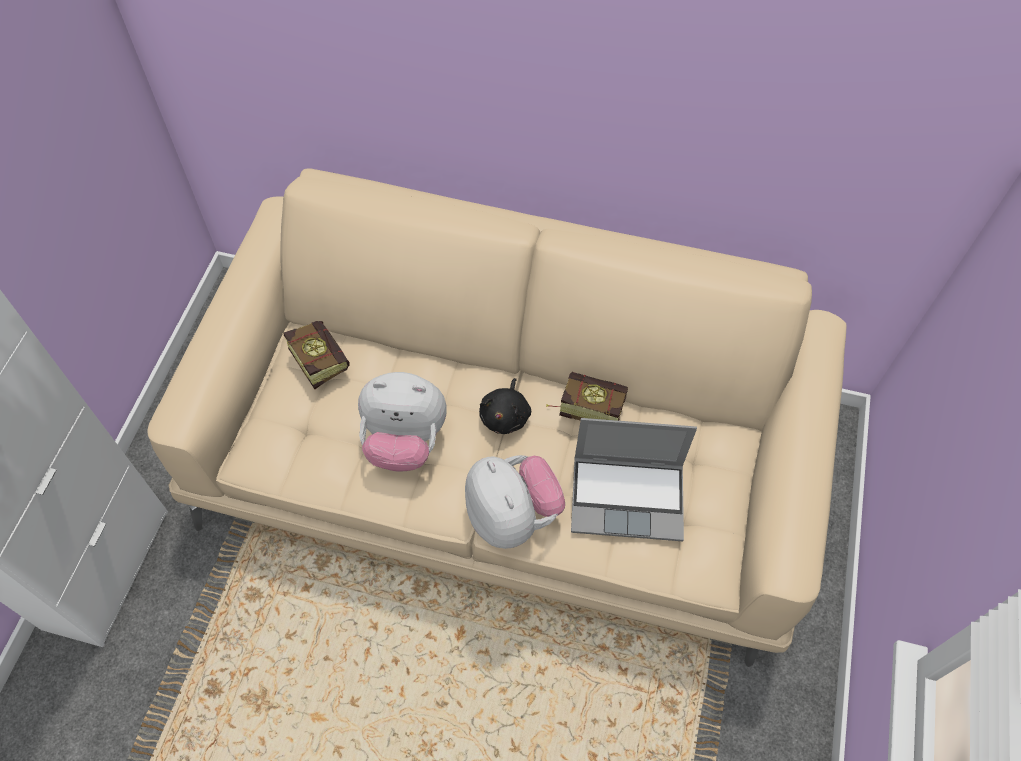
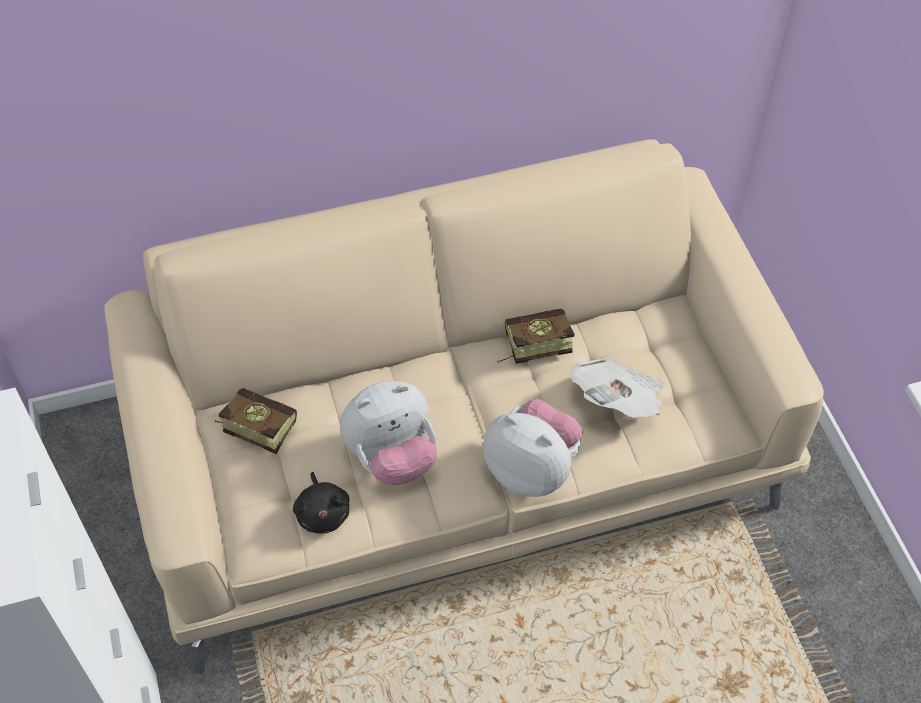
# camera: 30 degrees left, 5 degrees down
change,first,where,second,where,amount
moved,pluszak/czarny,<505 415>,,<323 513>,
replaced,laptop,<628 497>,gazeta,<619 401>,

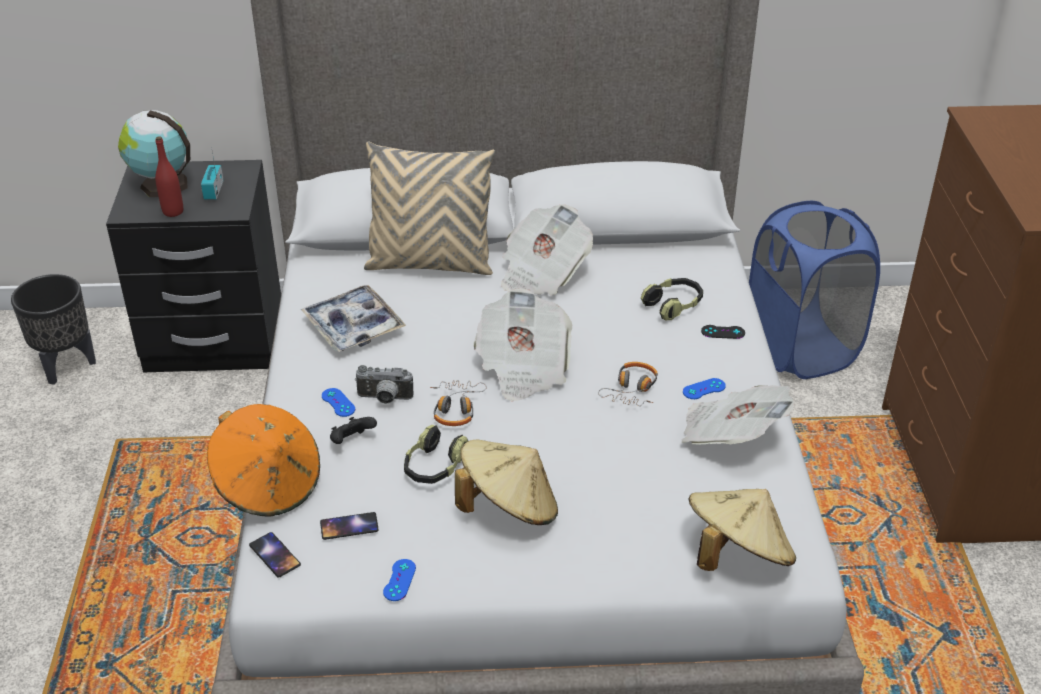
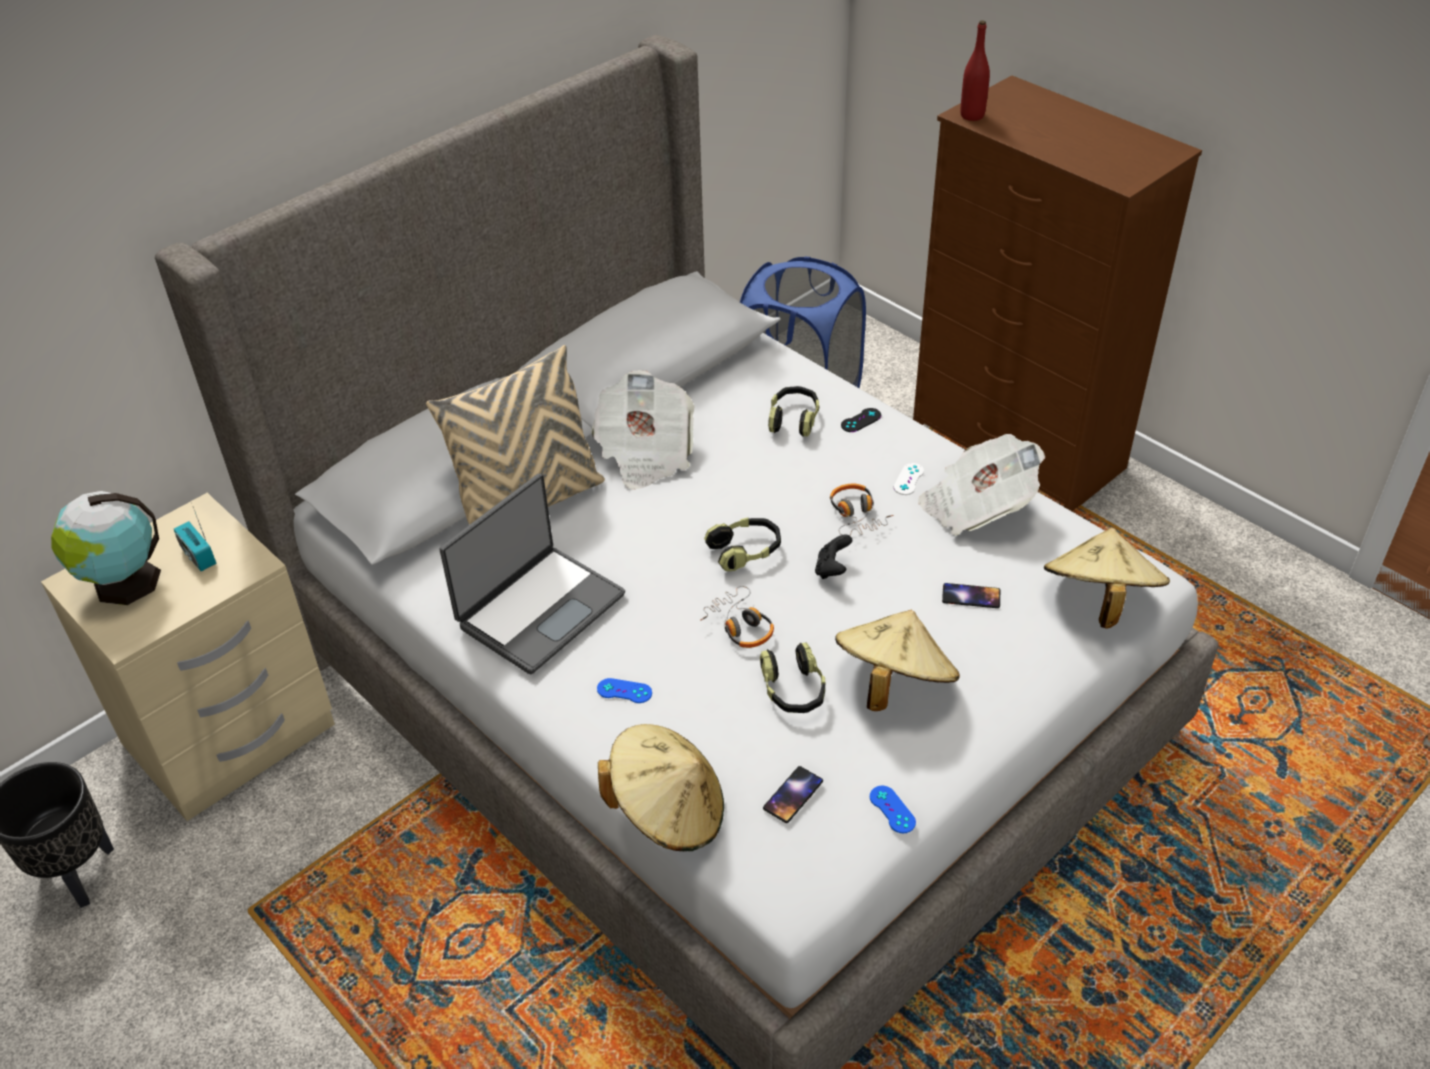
# camera: 40 degrees left, 5 degrees up
change,first,where,second,where,amount
recoloured,szafka nocna/czarny,<214 341>,szafka nocna/beżowy,<231 737>,
moved,butelka/czerwony,<173 211>,,<972 115>,
recoloured,kapelusz/pomarańczowy,<268 485>,kapelusz/beżowy,<668 812>,
moved,telefon,<275 555>,,<971 596>,
replaced,taca,<353 326>,laptop,<539 609>,
moved,pad do gier/czarny,<352 441>,,<832 569>,
removed,aparat fotograficzny,<384 399>,,,
replaced,gazeta,<523 367>,słuchawki,<745 551>,
recoloured,pad do gier/niebieski,<704 389>,pad do gier/biały,<908 479>,

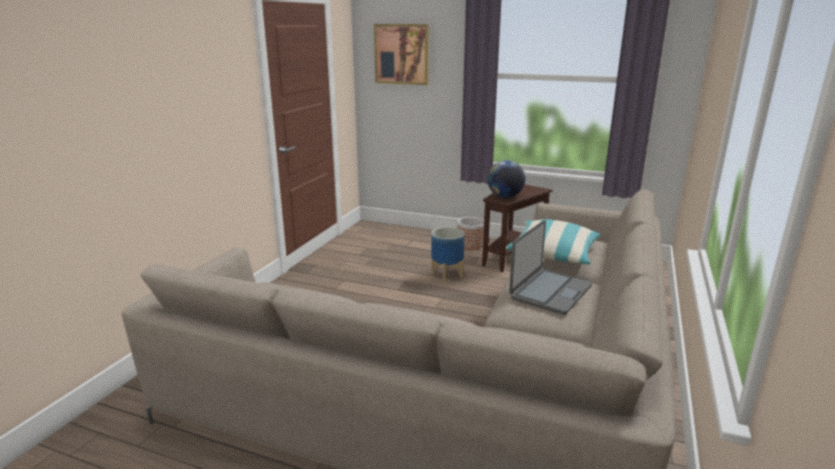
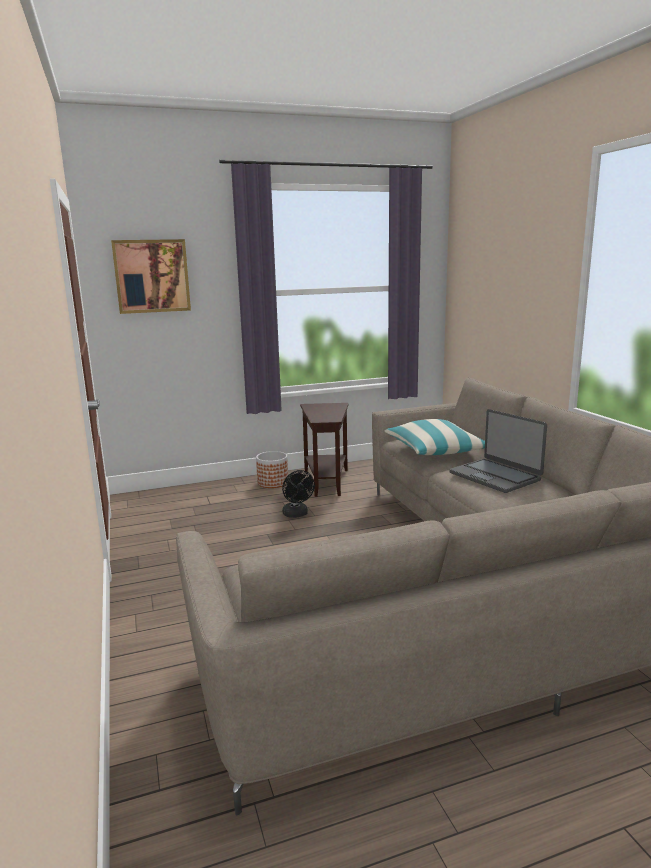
# camera: 40 degrees left, 5 degrees down
change,first,where,second,where,amount
replaced,donica,<447 274>,wentylator/czarny,<297 514>,
removed,globus,<505 197>,,,
turned,laptop,<550 292>,,<495 476>,150 degrees clockwise

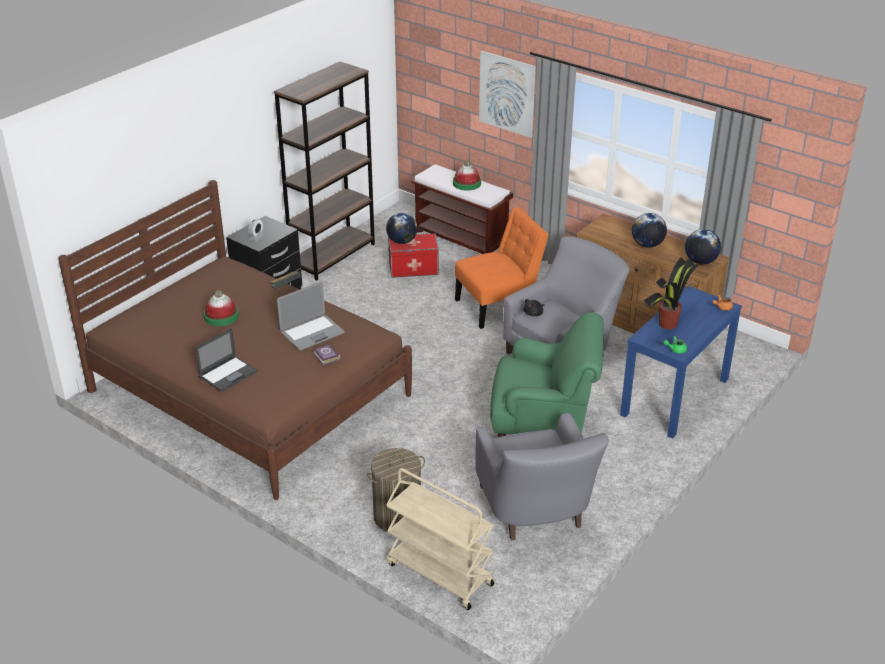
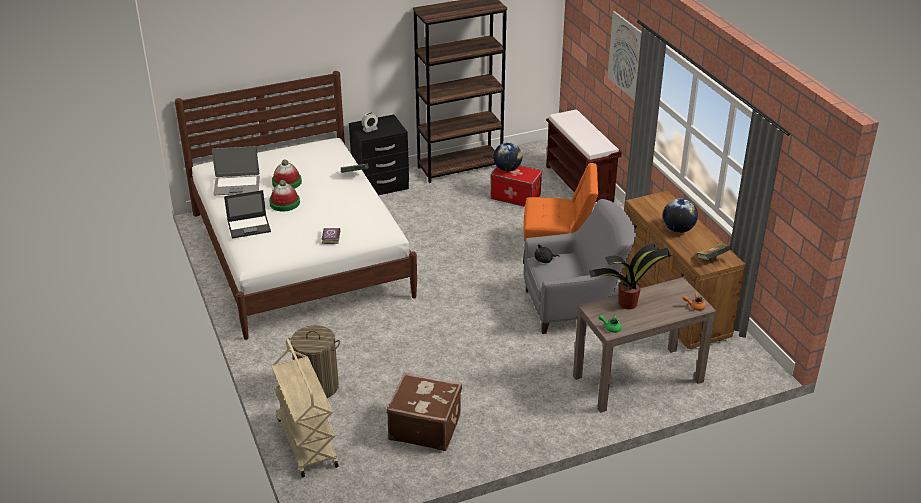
# camera: 30 degrees right, 0 degrees up
change,first,where,second,where,amount
recoloured,łóżko/brązowy,<250 393>,łóżko/biały,<300 254>,
moved,laptop,<312 333>,,<237 186>,
moved,kapelusz,<466 183>,,<284 203>,
replaced,fotel/szary,<536 513>,walizka/brązowy,<425 427>,
removed,fotel/zielony,<543 427>,,,
recoloured,stolik konsolowy/niebieski,<675 397>,stolik konsolowy/brązowy,<637 379>,
replaced,globus,<700 261>,książka,<712 259>,

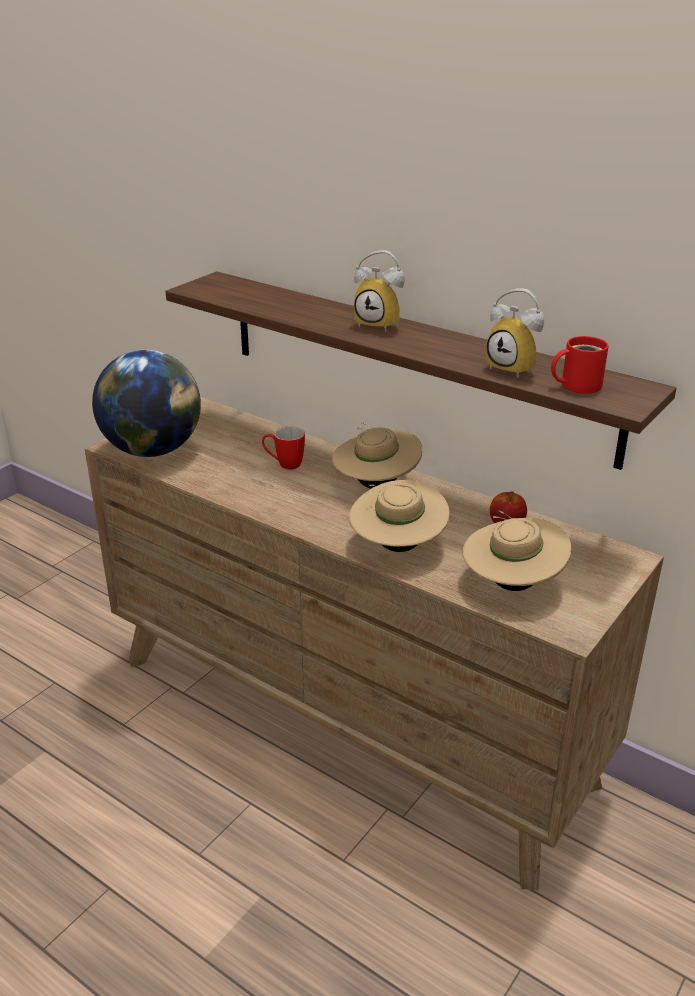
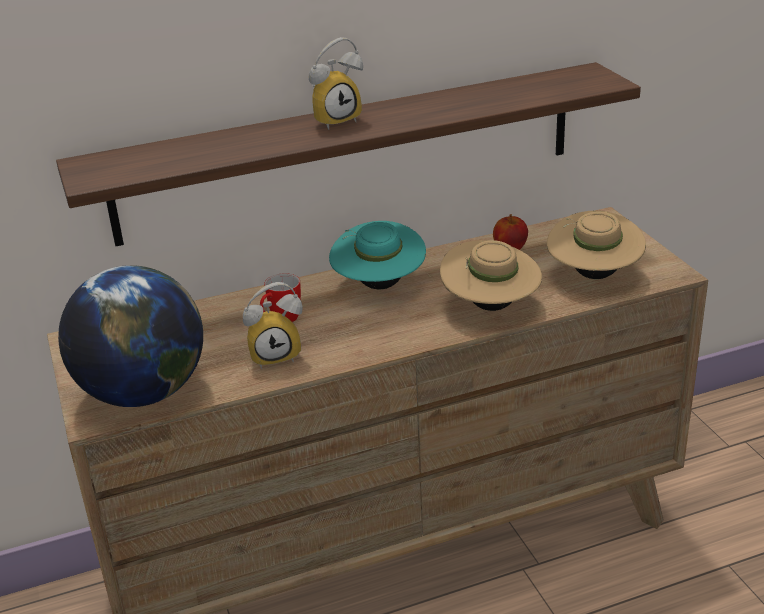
# camera: 55 degrees left, 0 degrees up
change,first,where,second,where,amount
recoloured,kapelusz/beżowy,<376 485>,kapelusz/turkusowy,<379 285>,
moved,budzik,<516 368>,,<276 355>,
removed,kubek/czerwony,<577 385>,,,

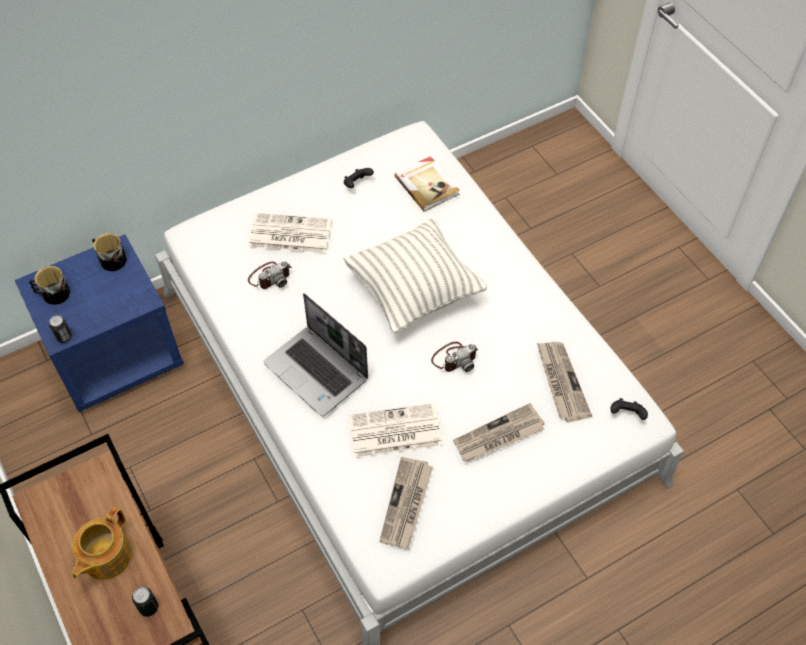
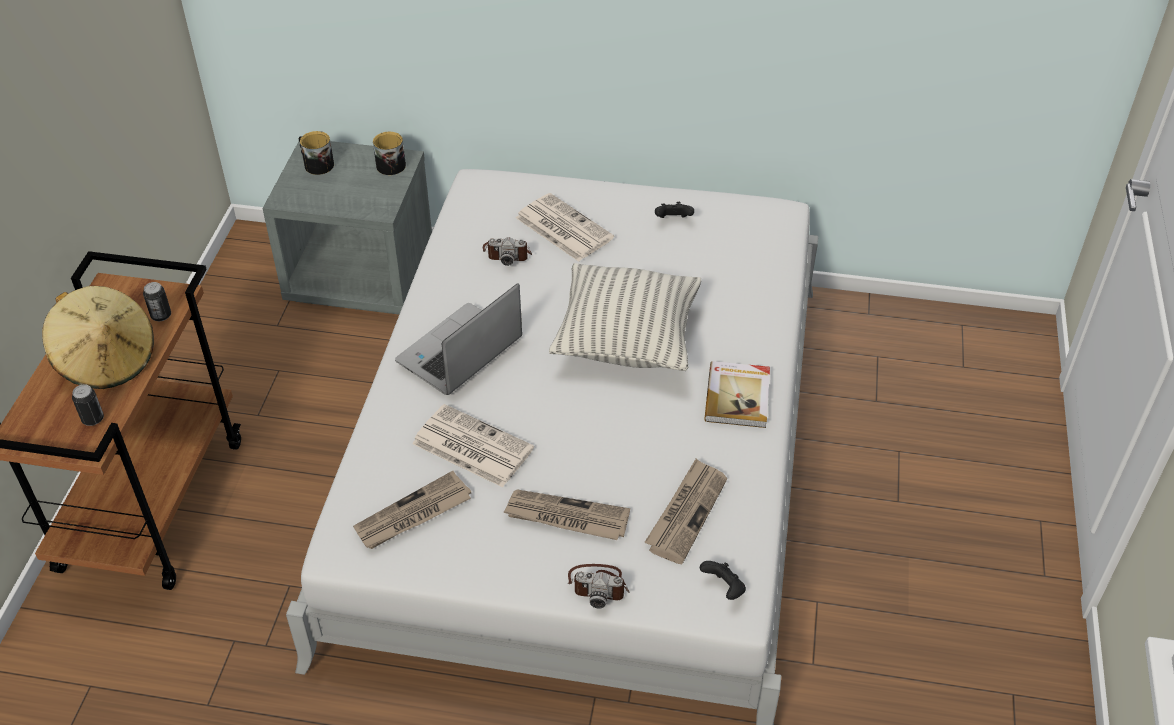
# camera: 40 degrees right, 10 degrees down
change,first,where,second,where,amount
recoloured,szafka nocna/niebieski,<116 355>,szafka nocna/szary,<361 276>,
moved,puszka,<64 337>,,<161 315>,
replaced,imbryk,<105 557>,kapelusz/beżowy,<107 360>,
turned,laptop,<318 372>,,<459 353>,45 degrees clockwise
moved,książka,<427 185>,,<738 396>,
moved,aparat fotograficzny,<454 358>,,<598 585>,

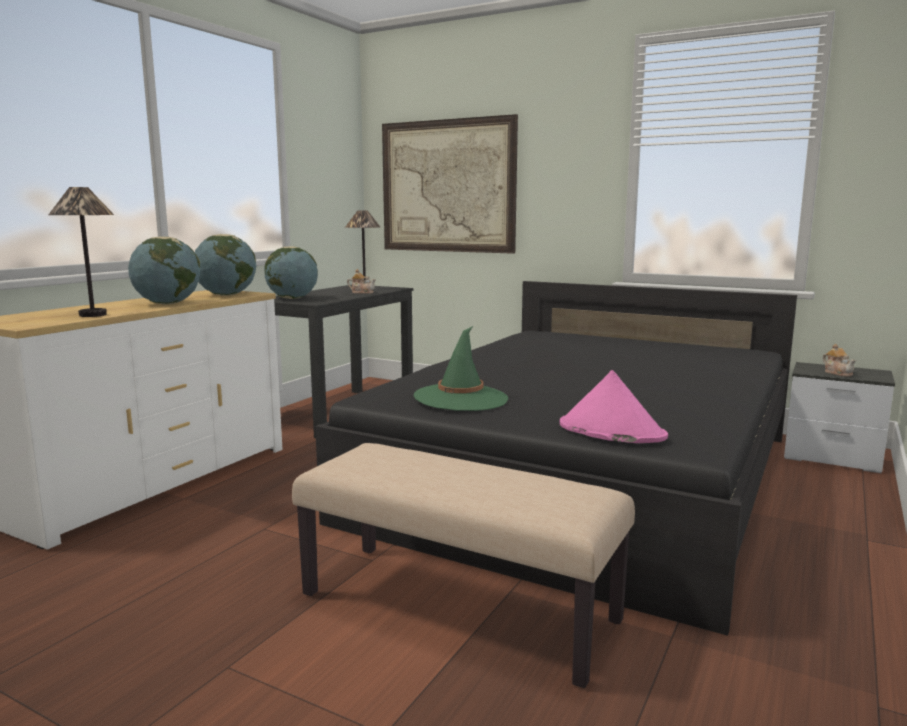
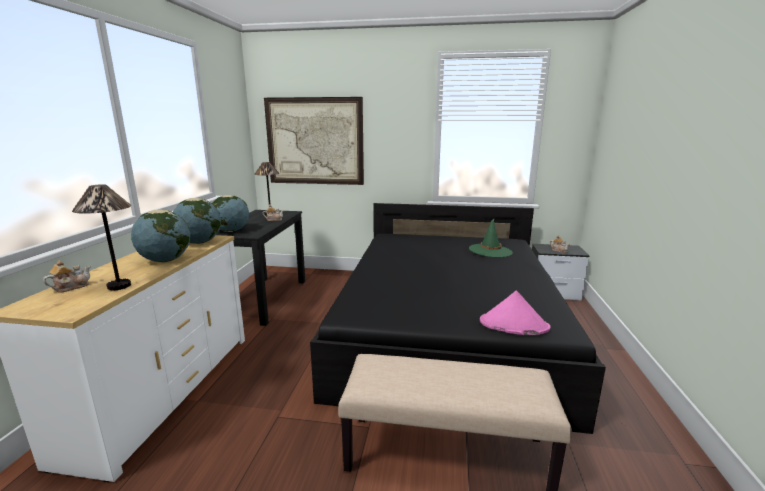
# camera: 20 degrees left, 5 degrees up
change,first,where,second,where,amount
moved,kapelusz/zielony,<461 398>,,<490 251>,
added,,,imbryk,<71 287>,

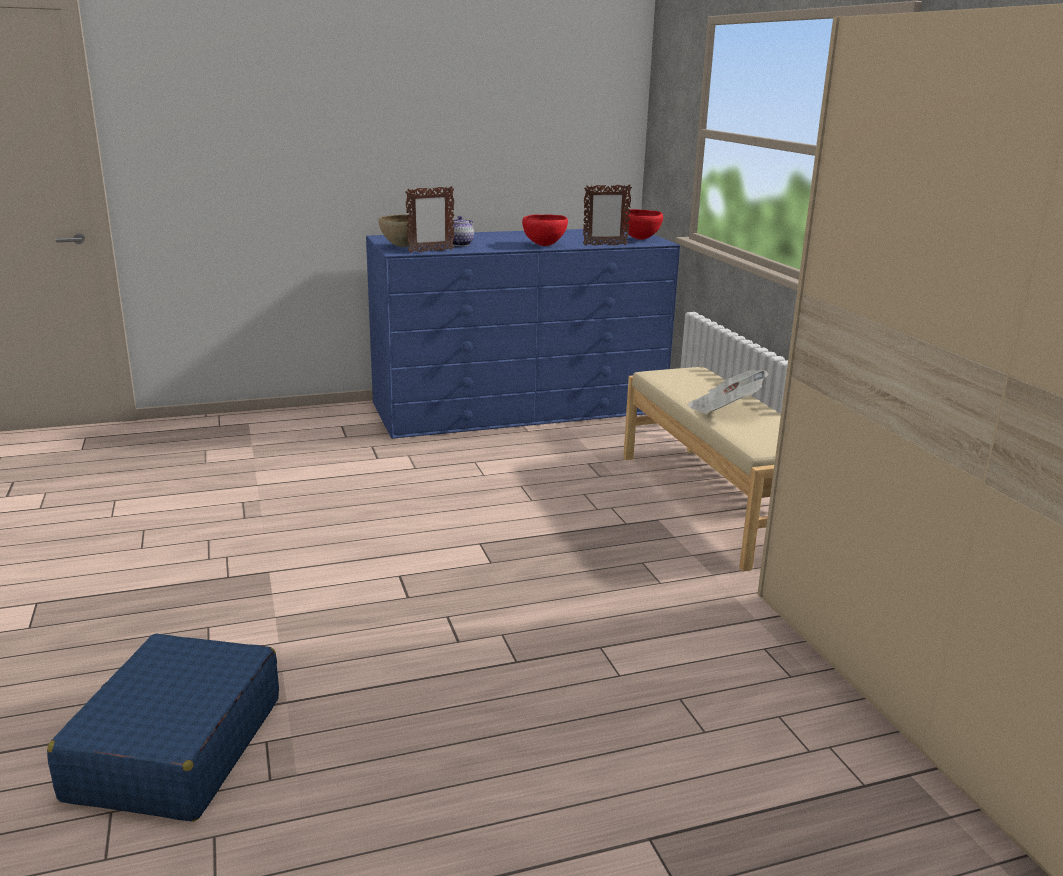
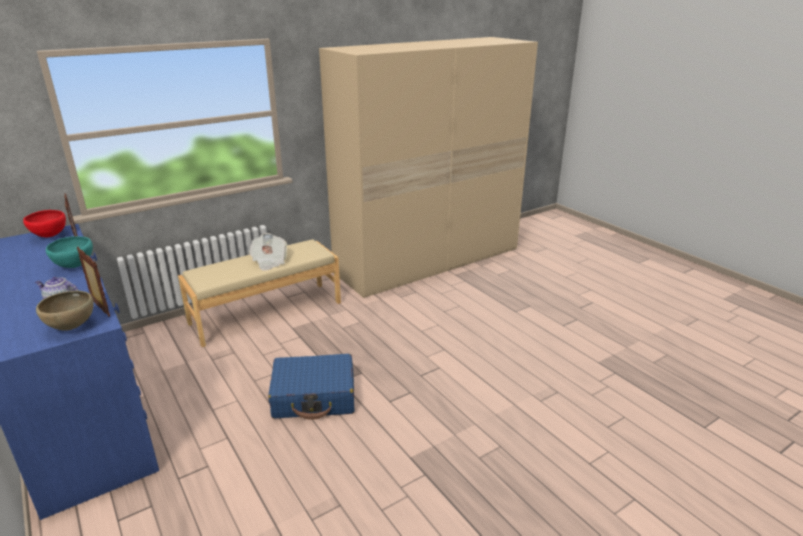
# camera: 105 degrees left, 5 degrees up
change,first,where,second,where,amount
moved,walizka/niebieski,<175 748>,,<314 396>,
recoloured,miska/czerwony,<544 245>,miska/turkusowy,<74 266>,

